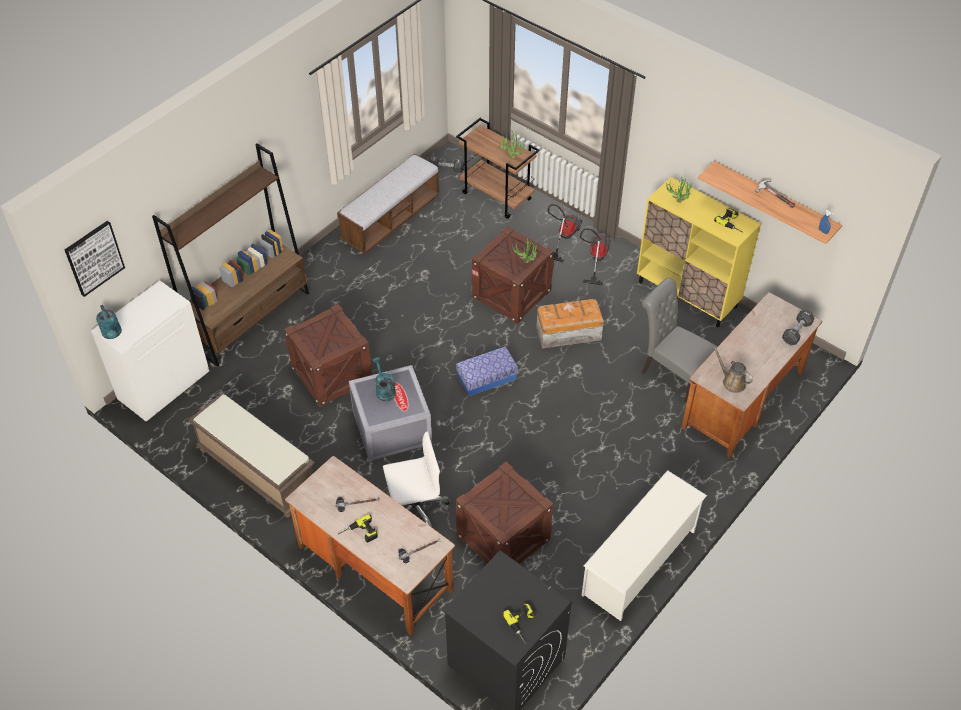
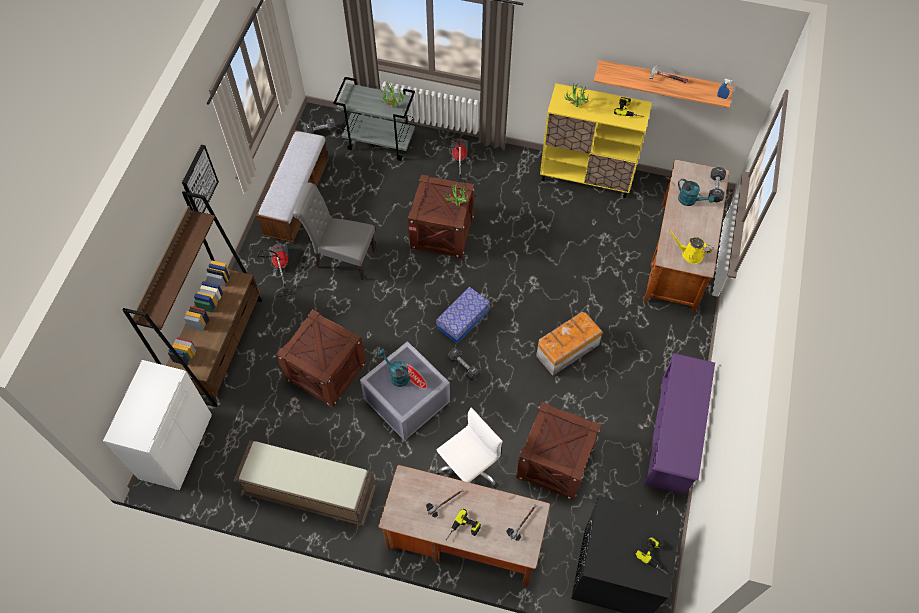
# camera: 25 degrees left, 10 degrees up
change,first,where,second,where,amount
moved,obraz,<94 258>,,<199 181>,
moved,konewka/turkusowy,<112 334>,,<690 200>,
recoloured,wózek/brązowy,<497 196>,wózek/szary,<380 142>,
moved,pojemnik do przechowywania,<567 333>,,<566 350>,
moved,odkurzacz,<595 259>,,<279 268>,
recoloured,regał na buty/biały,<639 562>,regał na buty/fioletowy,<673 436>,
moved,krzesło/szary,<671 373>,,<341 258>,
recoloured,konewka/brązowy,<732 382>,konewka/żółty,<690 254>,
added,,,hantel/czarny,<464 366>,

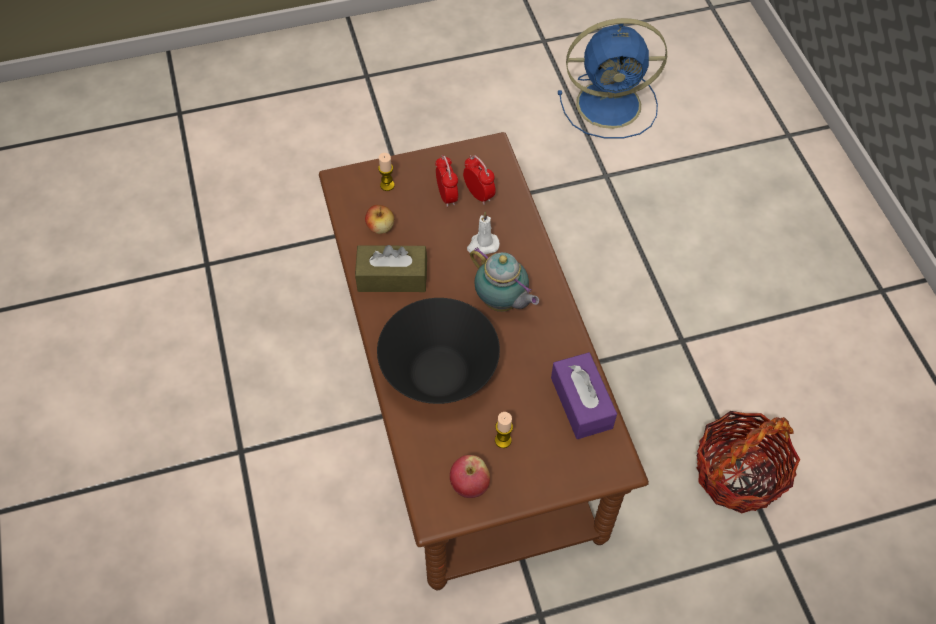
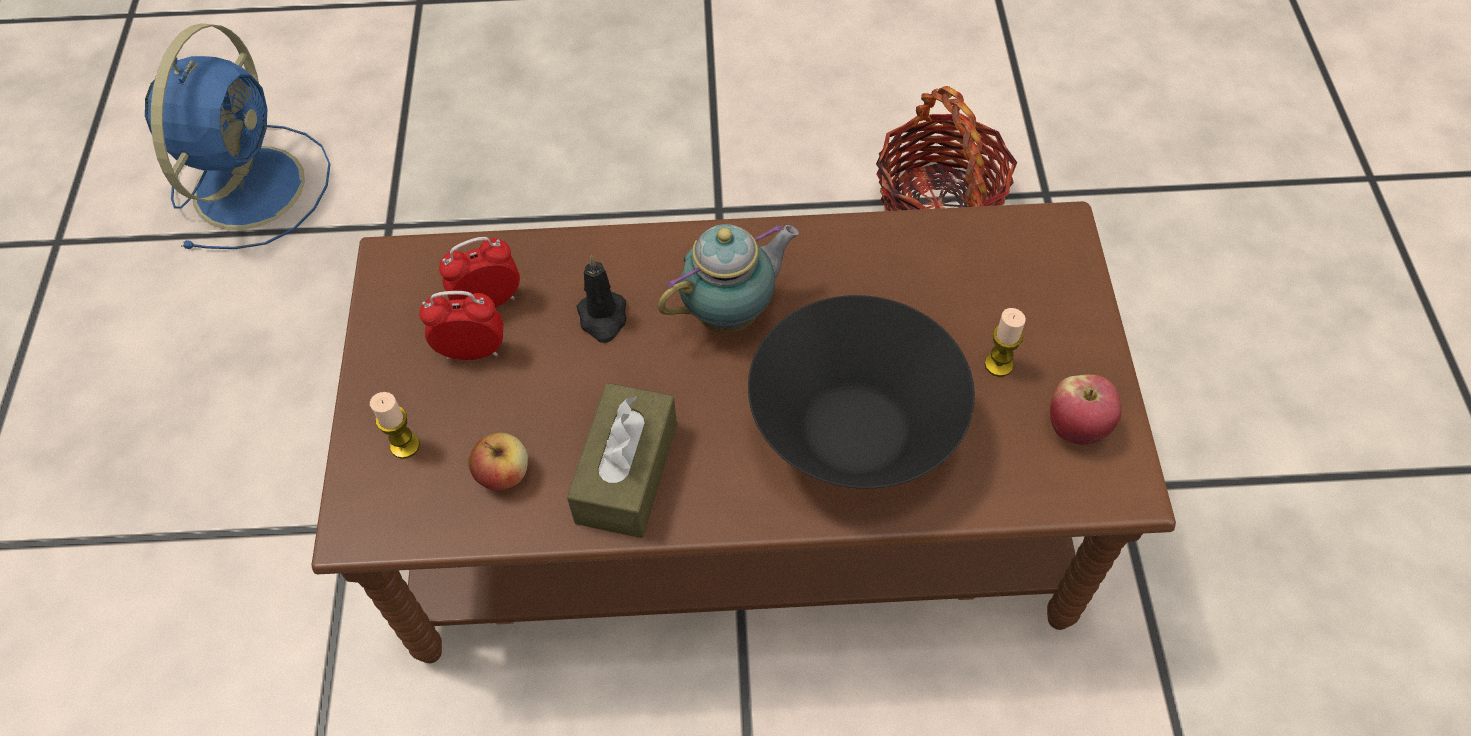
# camera: 75 degrees left, 0 degrees up
change,first,where,second,where,amount
recoloured,świeca/biały,<482 245>,świeca/czarny,<603 318>,
removed,pudełko chusteczek/fioletowy,<581 403>,,,

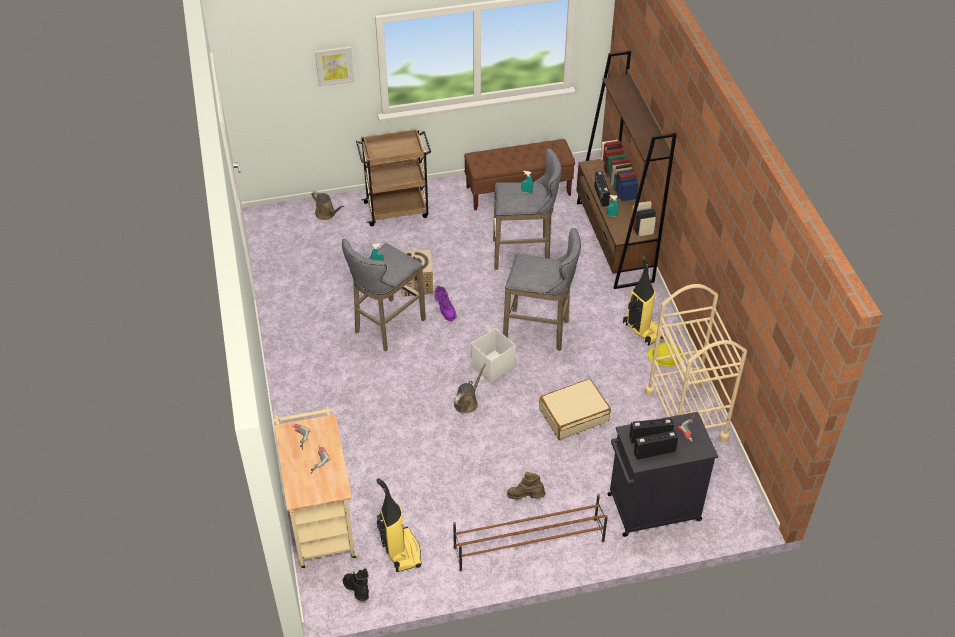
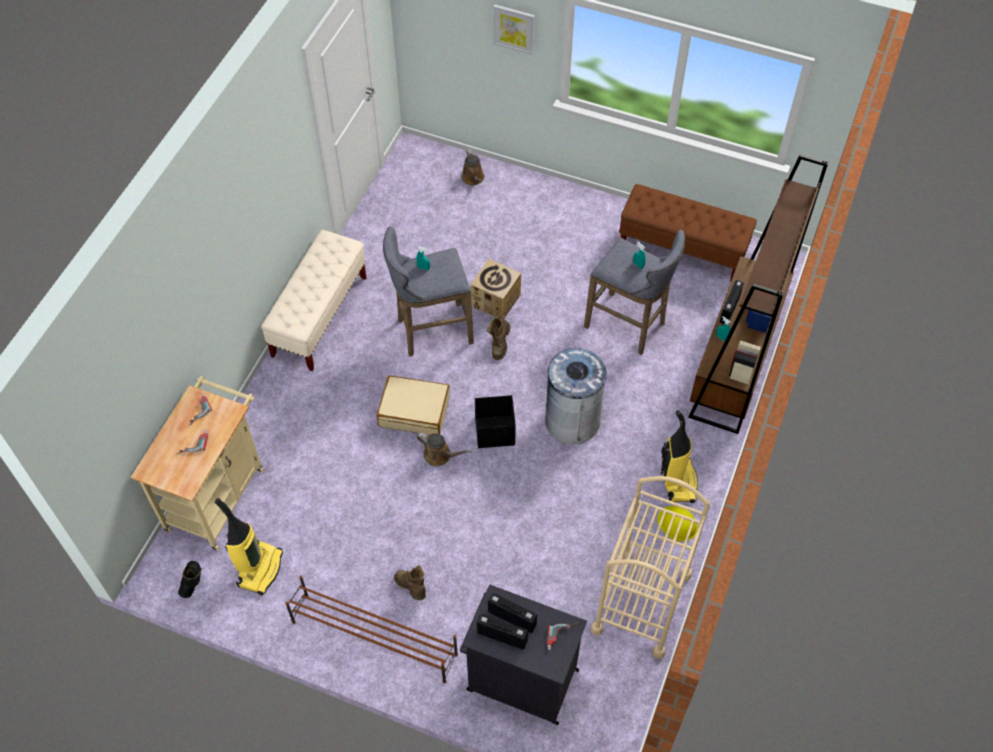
# camera: 35 degrees right, 10 degrees up
change,first,where,second,where,amount
removed,wózek/brązowy,<397 209>,,,
recoloured,but z cholewką/fioletowy,<445 310>,but z cholewką/brązowy,<499 345>,
turned,konewka/brązowy,<467 402>,,<440 455>,45 degrees clockwise
recoloured,pojemnik do przechowywania/biały,<492 367>,pojemnik do przechowywania/czarny,<494 431>,
replaced,stołek/szary,<539 331>,kosz na śmieci/szary,<572 420>,
moved,walizka/beżowy,<573 415>,,<414 411>,
added,,,ławka/beżowy,<320 316>,

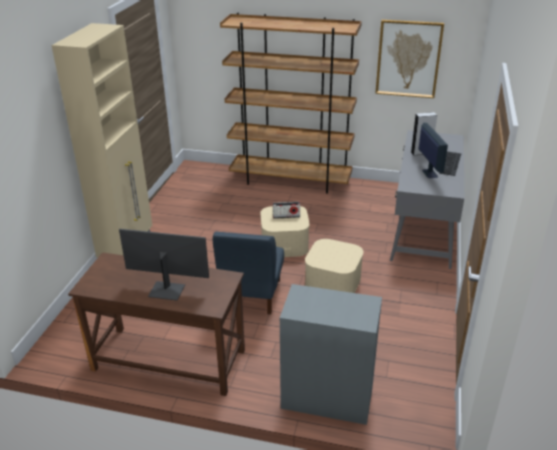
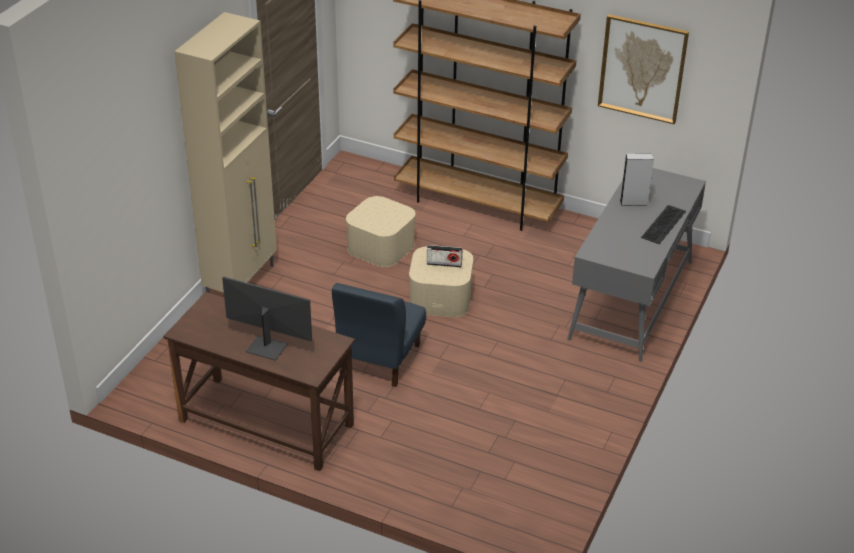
# camera: 10 degrees right, 5 degrees up
change,first,where,second,where,amount
removed,szafka/szary,<326 397>,,,
moved,pojemnik do przechowywania/beżowy,<332 282>,,<380 246>,
removed,monitor,<429 173>,,,

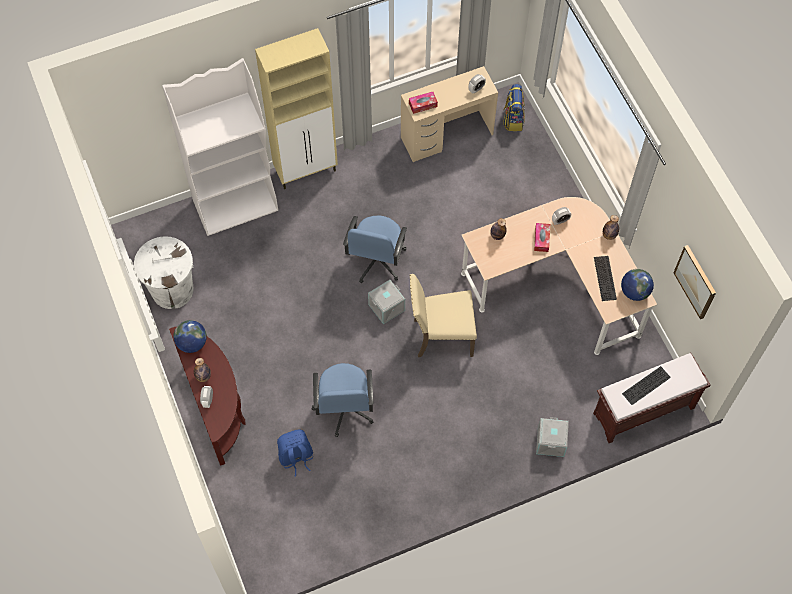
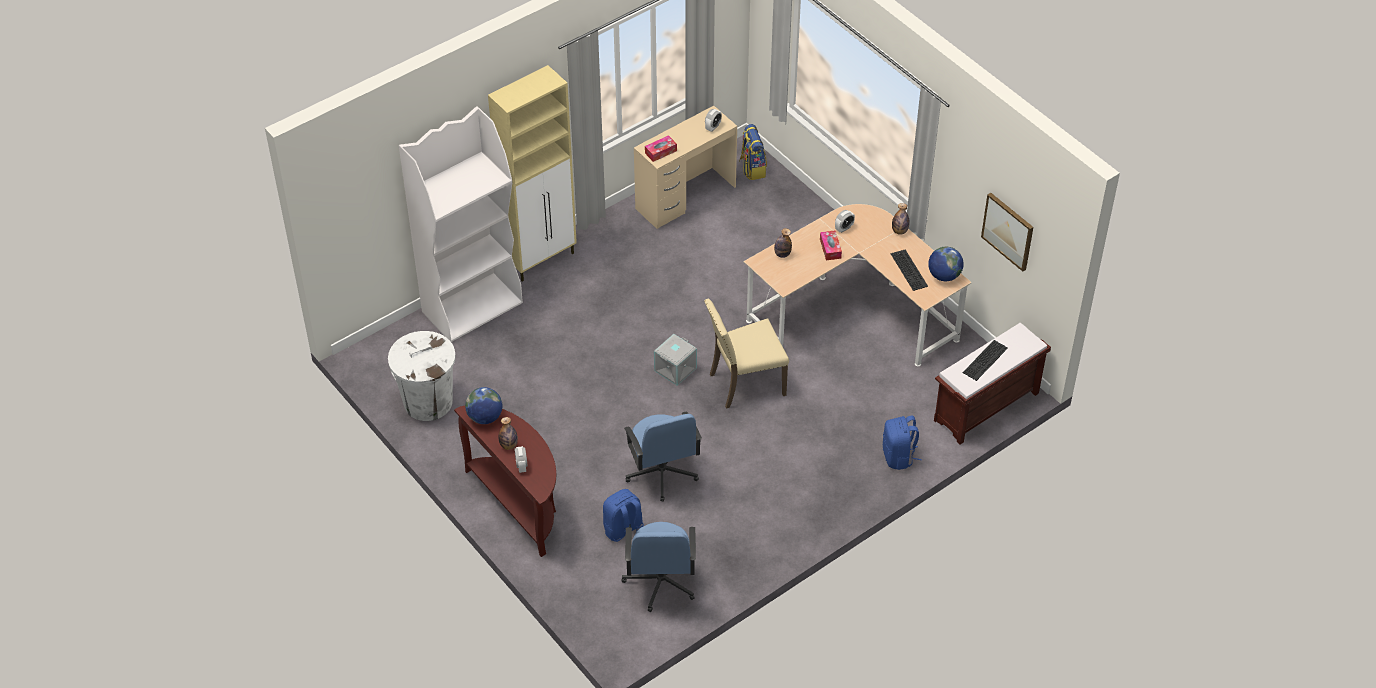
# camera: 15 degrees left, 15 degrees down
change,first,where,second,where,amount
moved,krzesło biurowe/niebieski,<376 260>,,<660 582>,
replaced,pojemnik do przechowywania/szary,<551 442>,plecak/niebieski,<898 457>,

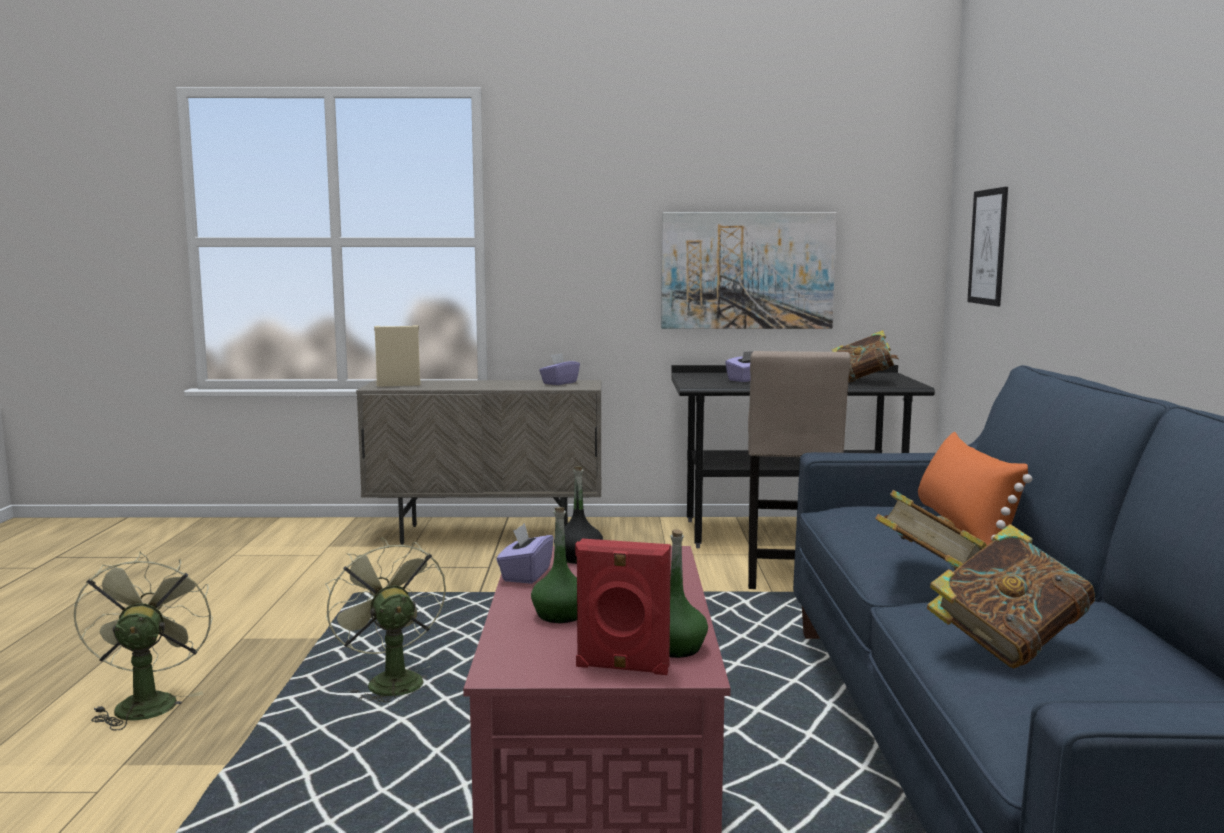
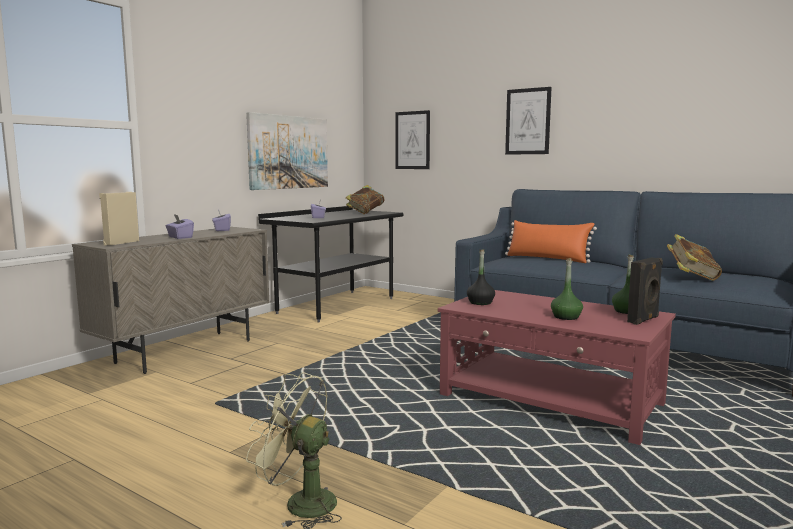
# camera: 55 degrees left, 0 degrees up
change,first,where,second,where,amount
removed,wentylator/zielony,<389 681>,,,
moved,pudełko chusteczek/fioletowy,<525 575>,,<180 237>,
recoloured,głośnik/czerwony,<622 668>,głośnik/czarny,<644 320>,
removed,stołek/beżowy,<788 575>,,,
removed,książka,<929 577>,,,
added,,,obraz,<528 121>,

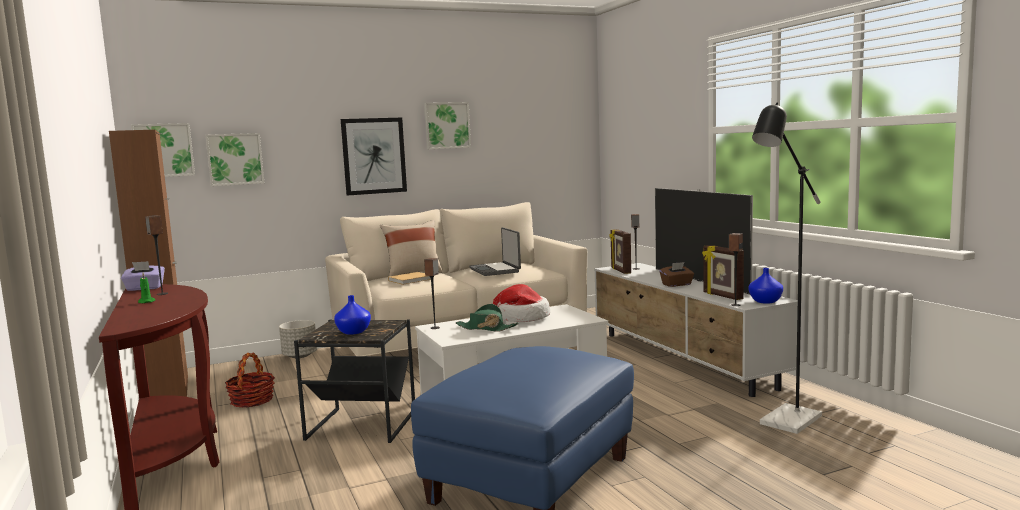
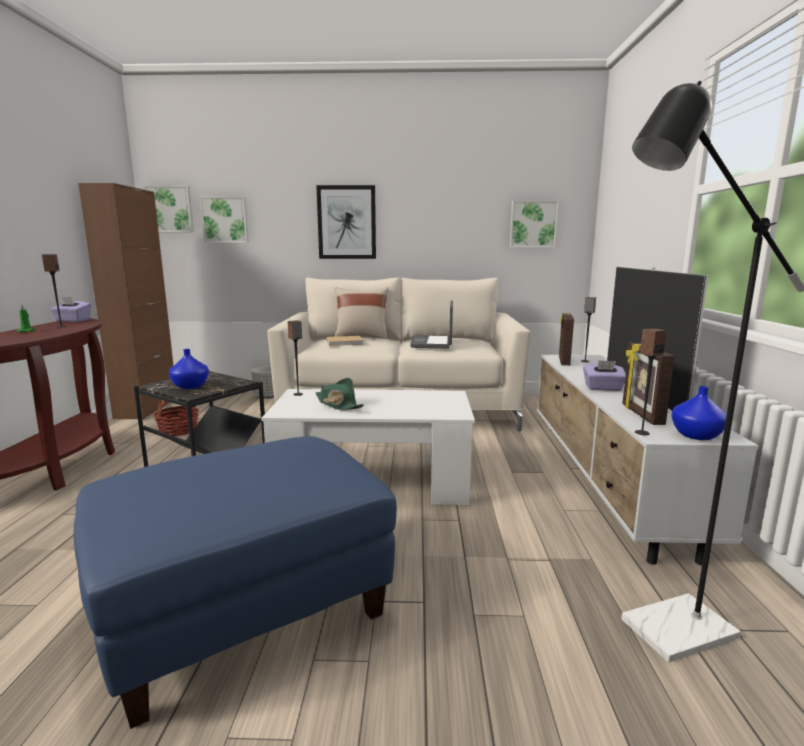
# camera: 25 degrees right, 5 degrees up
change,first,where,second,where,amount
moved,obraz,<447 125>,,<533 224>,
removed,kapelusz,<521 318>,,,
recoloured,pudełko chusteczek/brązowy,<677 285>,pudełko chusteczek/fioletowy,<603 388>,

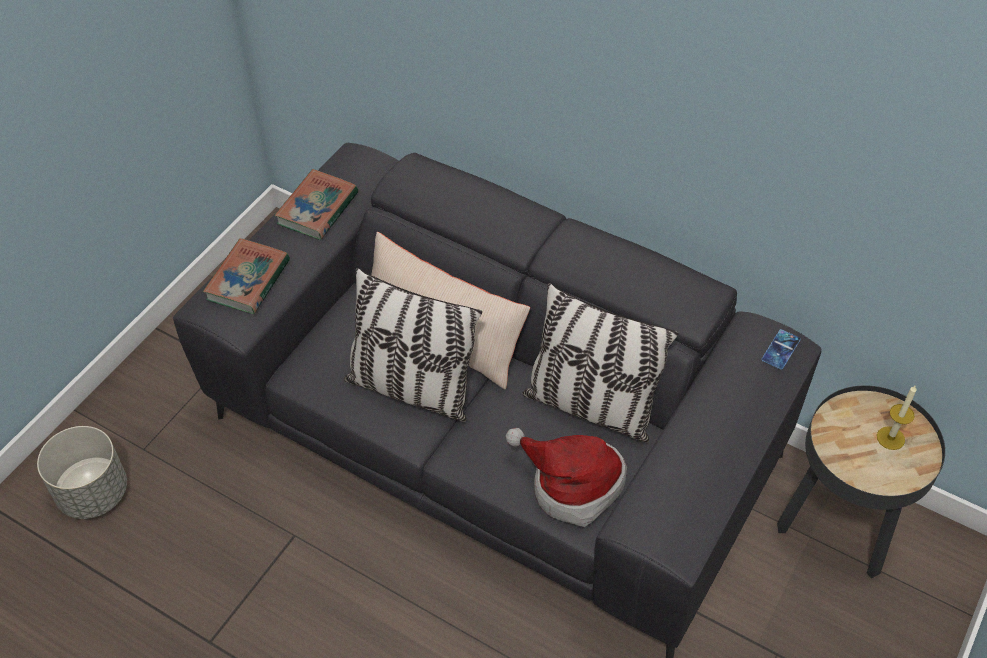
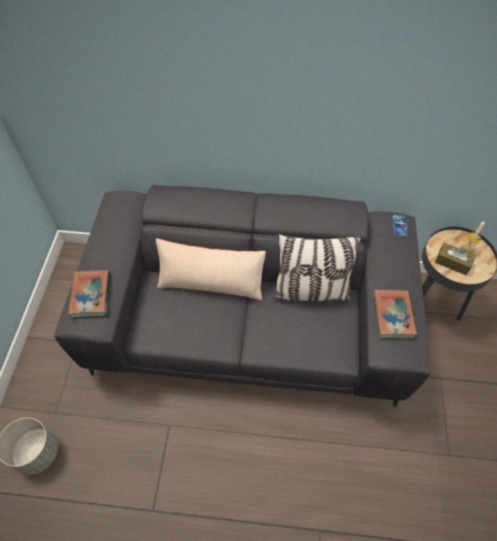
# camera: 25 degrees left, 5 degrees up
change,first,where,second,where,amount
moved,książka,<317 209>,,<393 316>,
removed,poduszka,<411 388>,,,
removed,kapelusz,<571 484>,,,
added,,,pudełko chusteczek/brązowy,<452 262>,

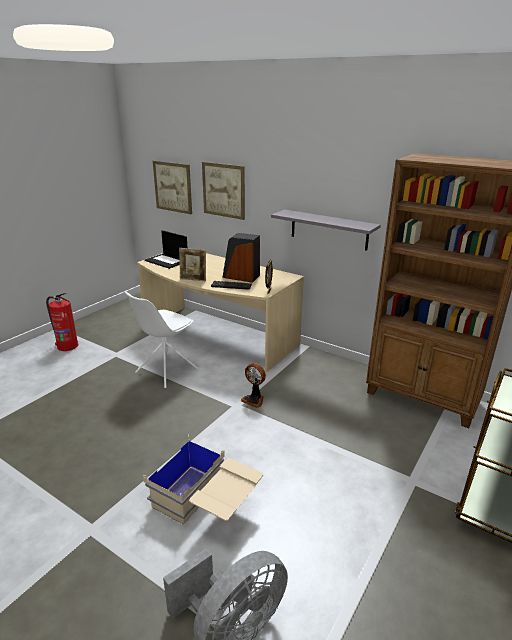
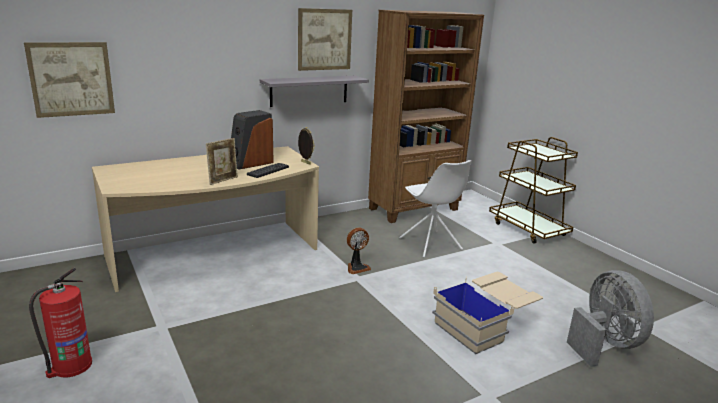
# camera: 65 degrees left, 5 degrees down
change,first,where,second,where,amount
moved,krzesło/biały,<165 371>,,<431 244>,
removed,laptop,<167 261>,,,
moved,obraz,<223 190>,,<324 39>,

